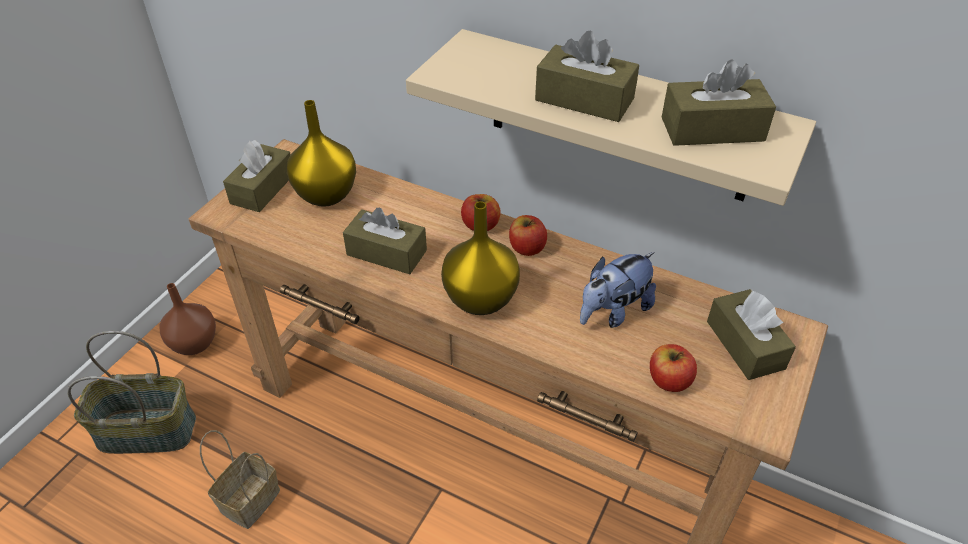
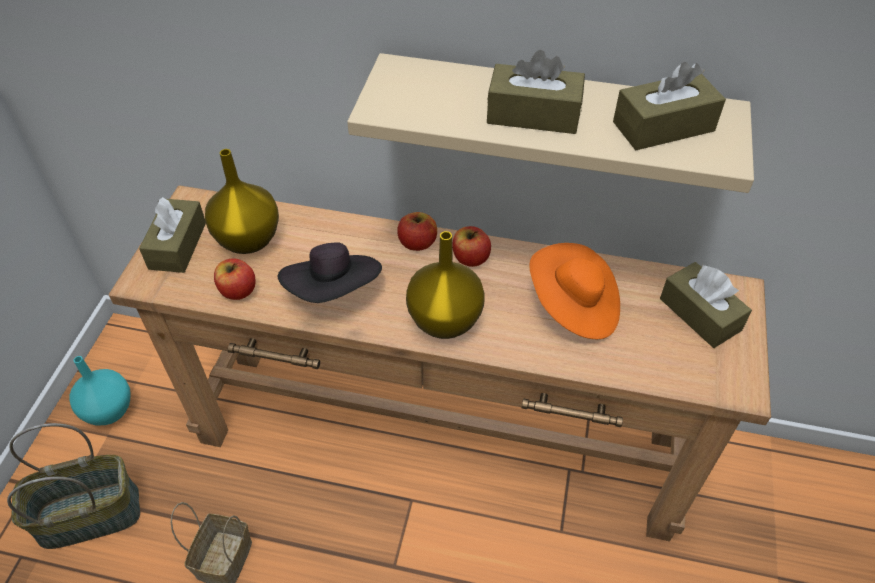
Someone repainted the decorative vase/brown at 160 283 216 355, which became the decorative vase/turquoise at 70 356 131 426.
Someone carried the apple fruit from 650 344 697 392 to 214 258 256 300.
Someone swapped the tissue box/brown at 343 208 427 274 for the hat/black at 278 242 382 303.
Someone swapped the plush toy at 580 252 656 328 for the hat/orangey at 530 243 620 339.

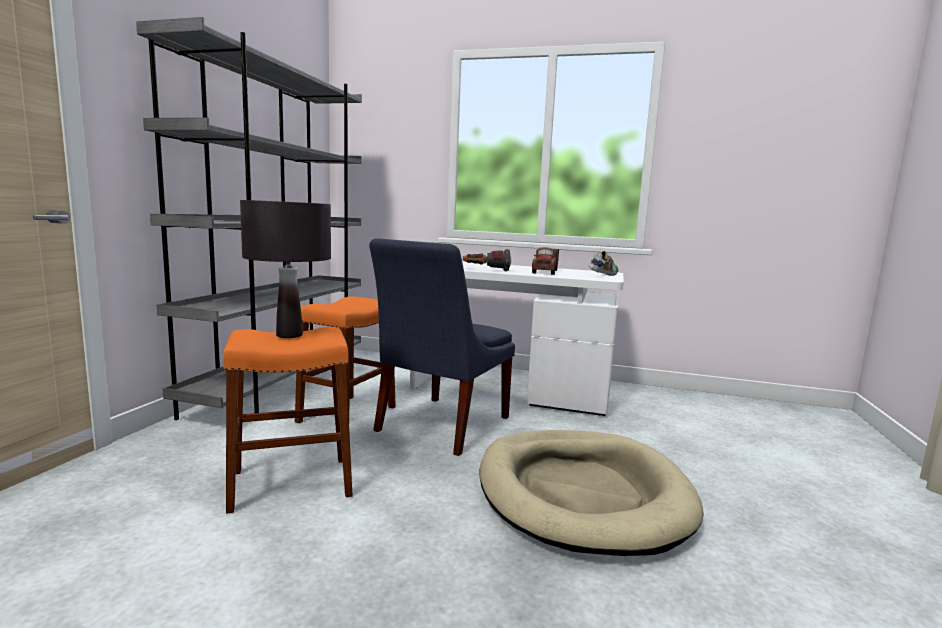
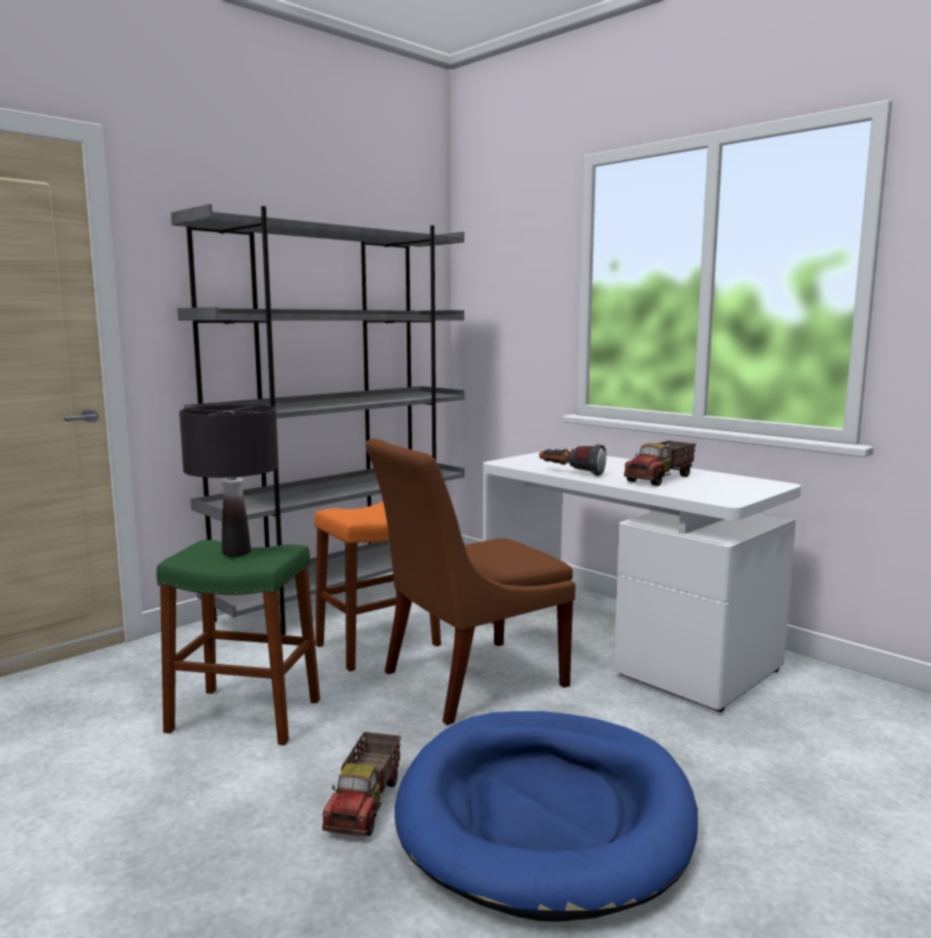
Someone repainted the sitting stool/orangey at 223 327 353 514, which became the sitting stool/greenish at 156 540 320 745.
Someone put down the model truck at 322 732 401 836.
Someone repainted the upright chair/bluish at 369 238 515 456, which became the upright chair/brown at 366 438 576 725.
Someone repainted the pet bed/beige-coloured at 479 430 704 556, which became the pet bed/bluish at 395 711 698 922.
Someone took away the low shoe at 588 251 619 276.

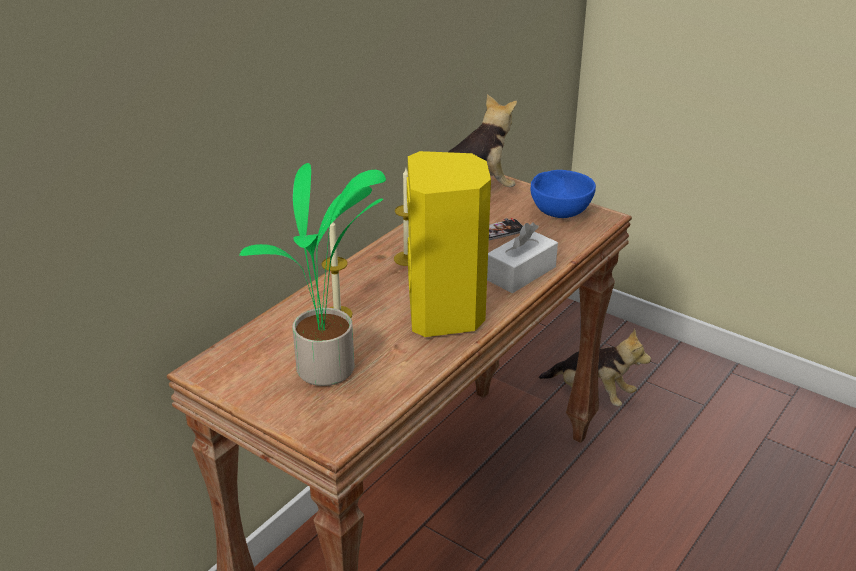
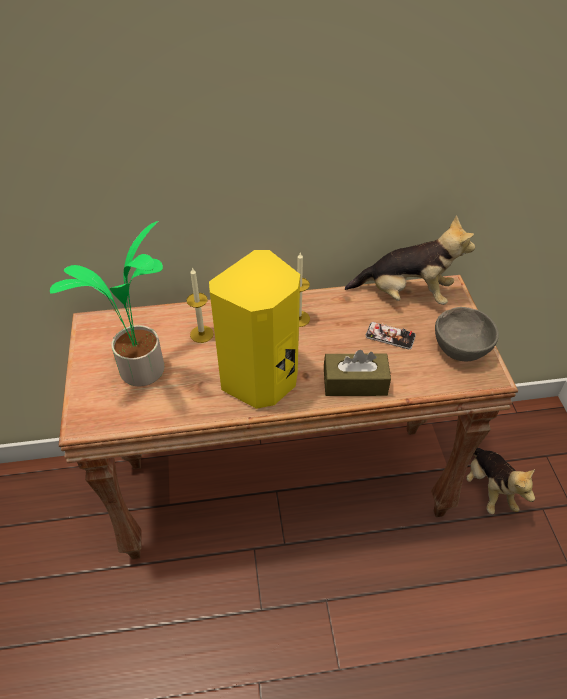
Someone repainted the tissue box/white-coloured at 487 222 558 293, which became the tissue box/brown at 324 350 391 396.
Someone repainted the bowl/bluish at 531 170 596 218, which became the bowl/gray at 435 307 499 362.

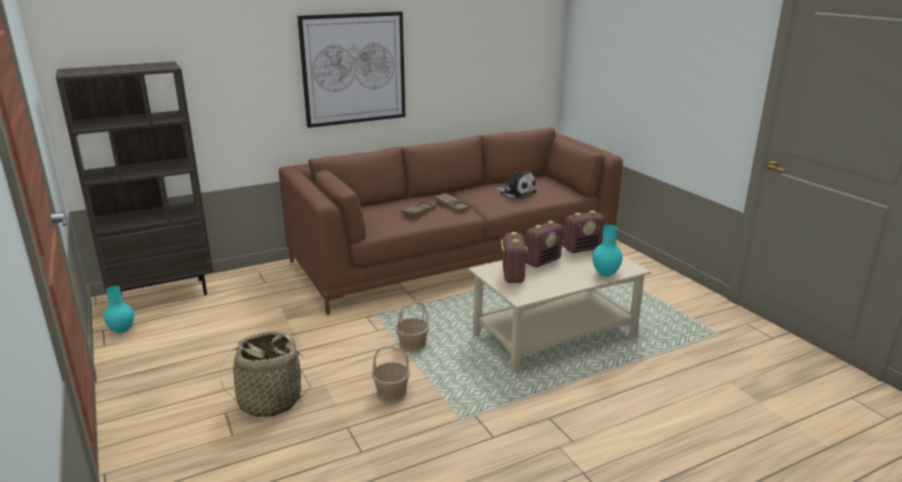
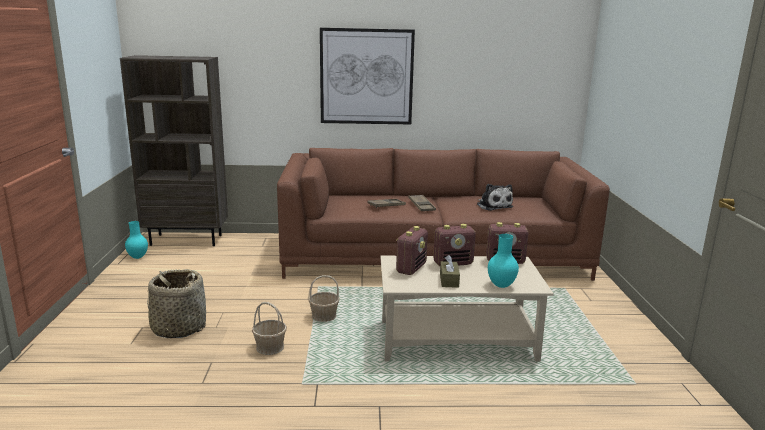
Someone put down the tissue box/brown at 440 255 460 288.

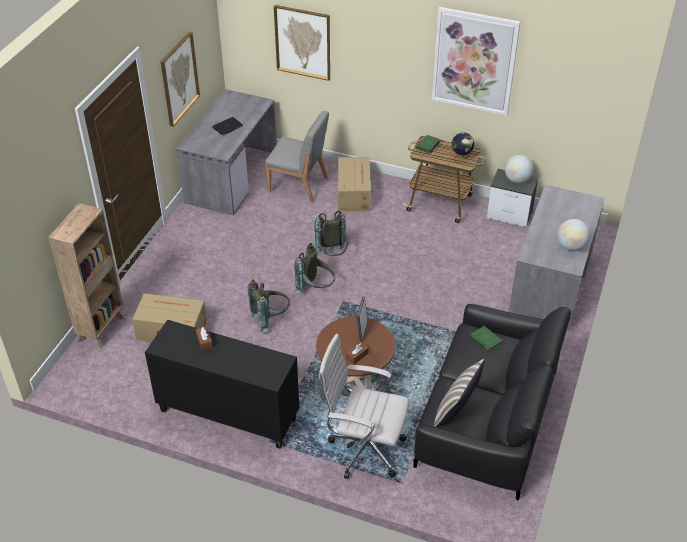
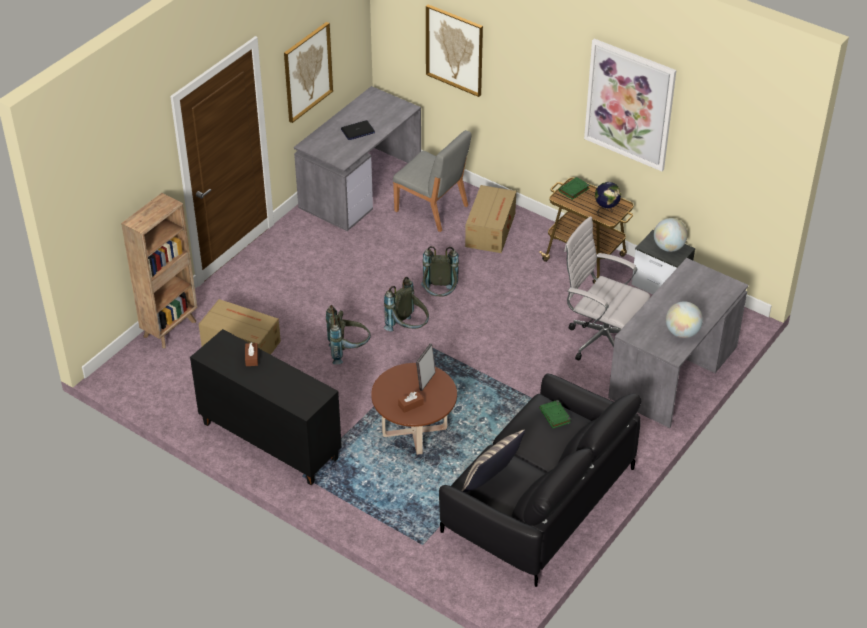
Someone carried the office chair/white-coloured from 319 334 409 479 to 564 216 650 361.

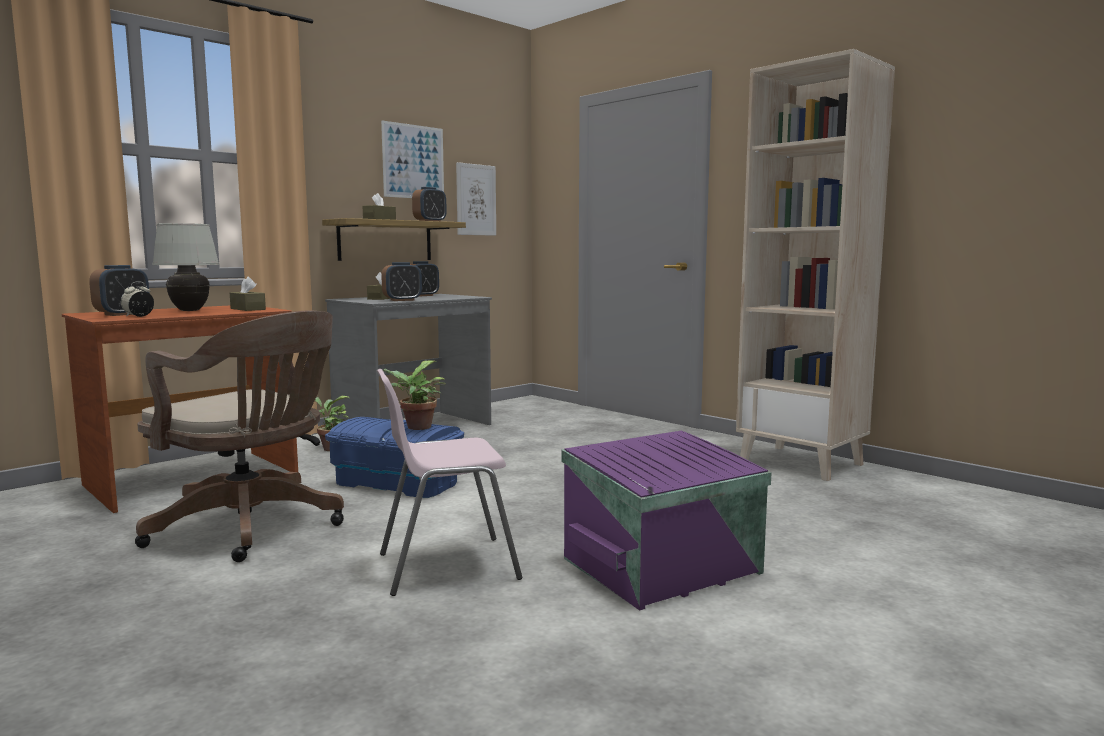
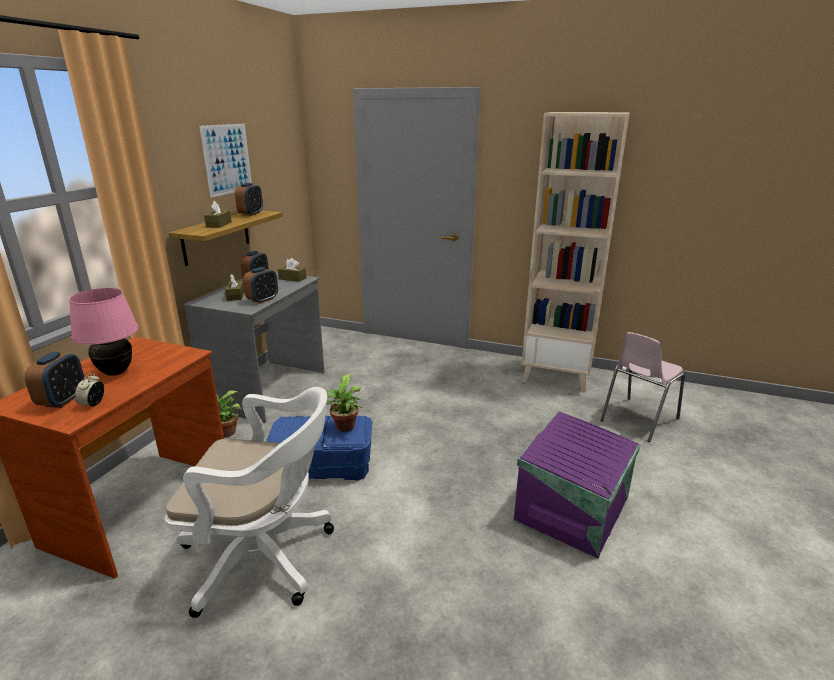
Someone repainted the tabletop lamp/white-coloured at 152 223 220 311, which became the tabletop lamp/pink at 69 288 139 376.
Someone repainted the office chair/brown at 135 311 344 562, which became the office chair/white-coloured at 164 387 334 618.
Someone carried the tissue box/brown from 230 276 266 311 to 278 258 306 282.
Someone carried the upright chair/pink from 377 369 523 596 to 600 332 685 442.
Someone took away the wall picture at 456 162 496 236.

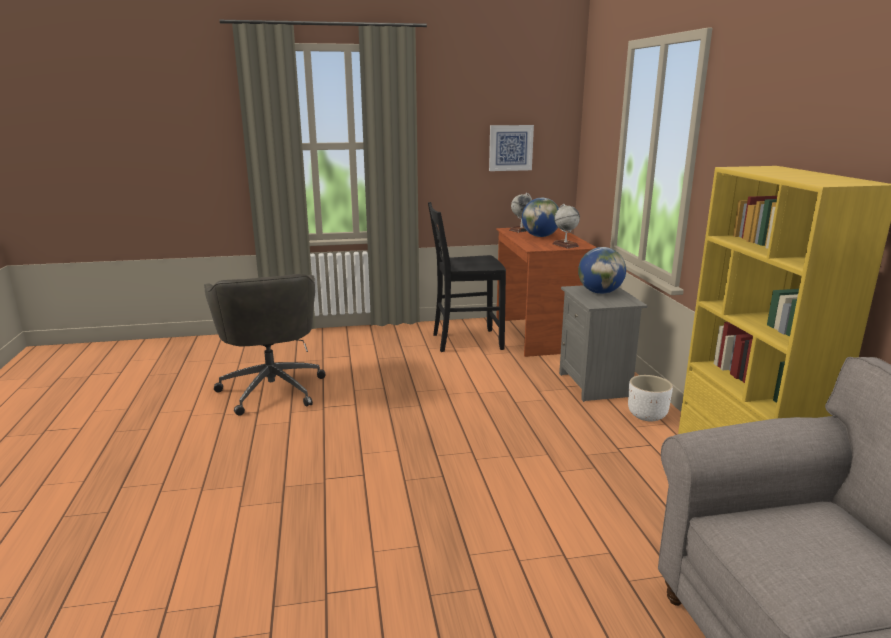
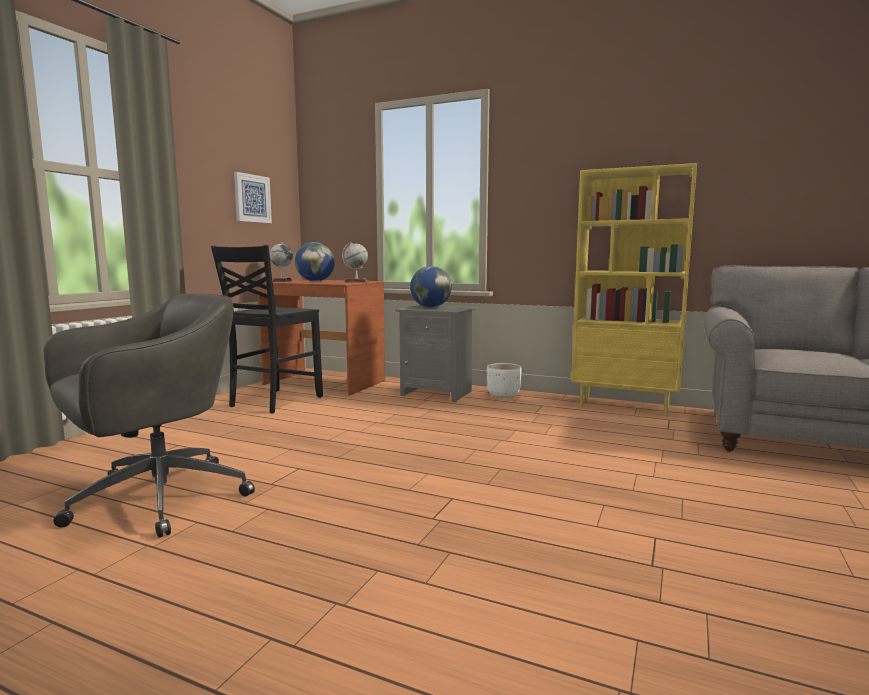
Someone rotated the office chair/gray at 204 274 326 416 by 60 degrees counterclockwise.

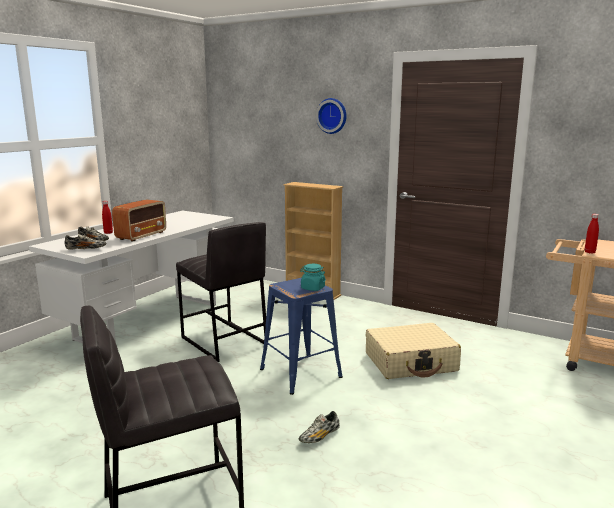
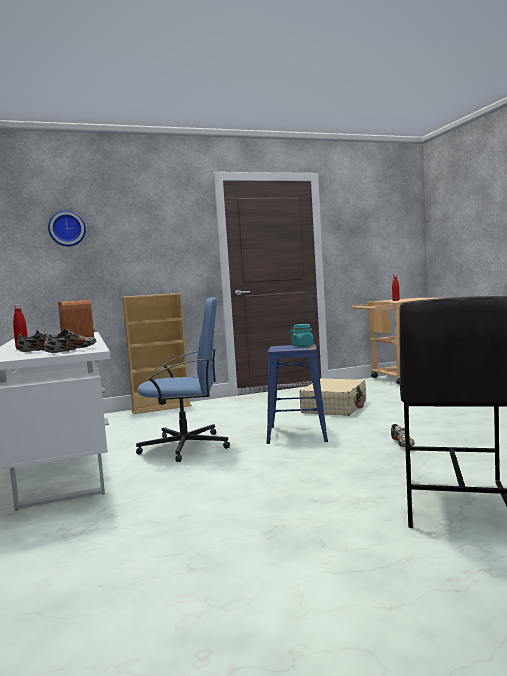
Someone carried the hanging clock from 316 98 347 134 to 48 211 86 246.
Someone swapped the sitting stool/gray at 176 222 266 362 for the office chair/bluish at 136 297 230 462.

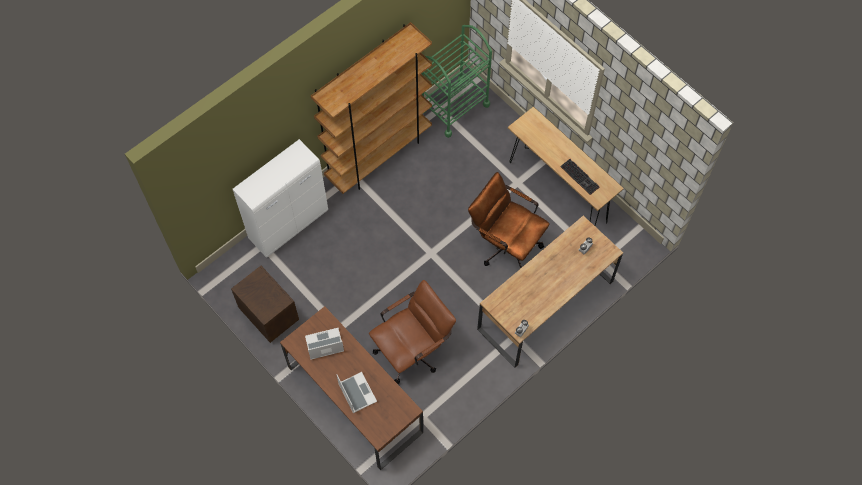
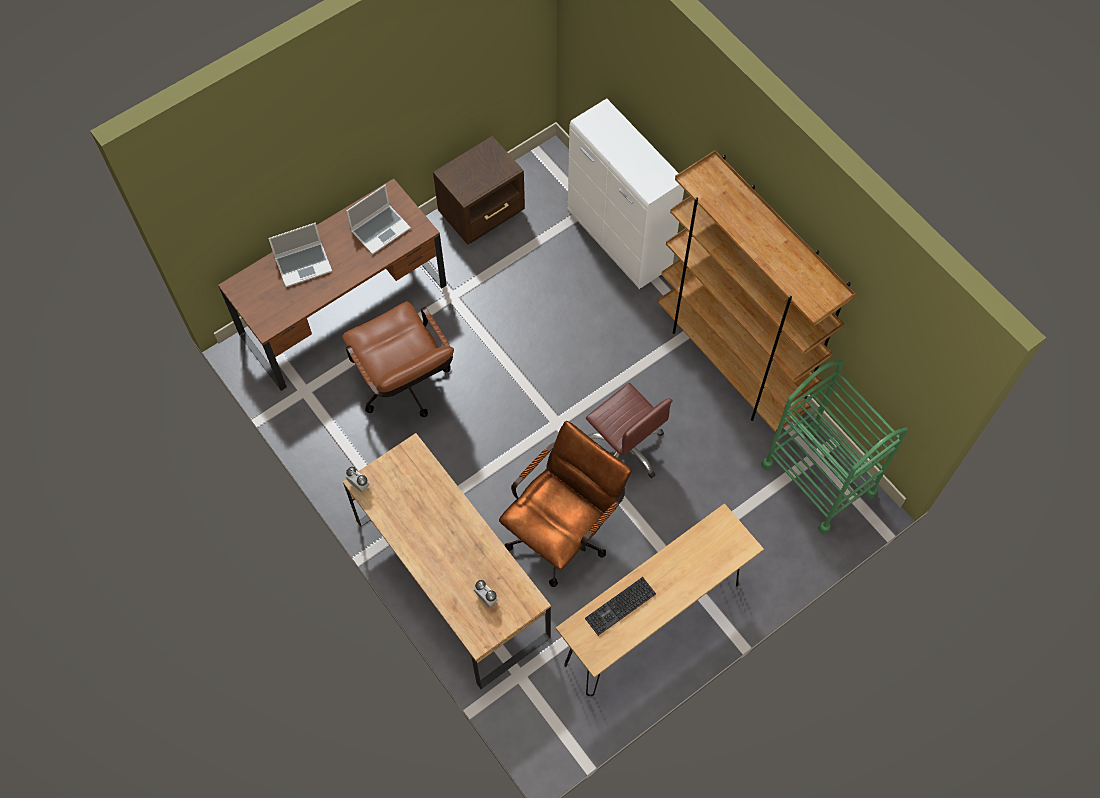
Someone rotated the portable computer at 305 328 344 360 by 60 degrees clockwise.
Someone put down the office chair/brown at 586 383 673 478.

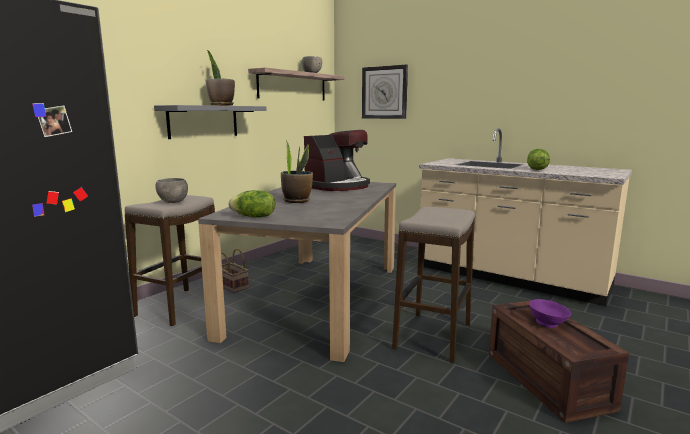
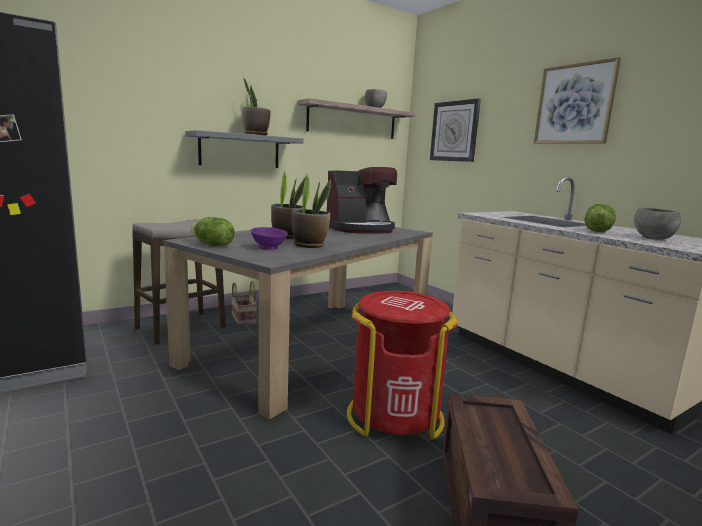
Someone carried the bowl/purplish from 529 299 571 328 to 251 227 288 250.
Someone put down the plant in a pot at 292 174 331 248.
Someone swapped the sitting stool at 392 207 475 363 for the waste bin/red at 347 291 458 440.
Someone put up the wall picture at 534 57 621 144.
Someone carried the bowl/gray from 155 178 188 203 to 634 208 681 240.

